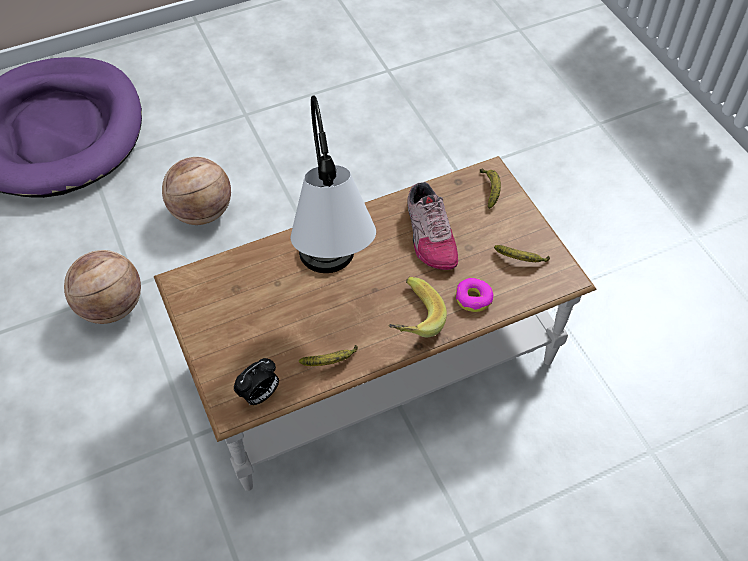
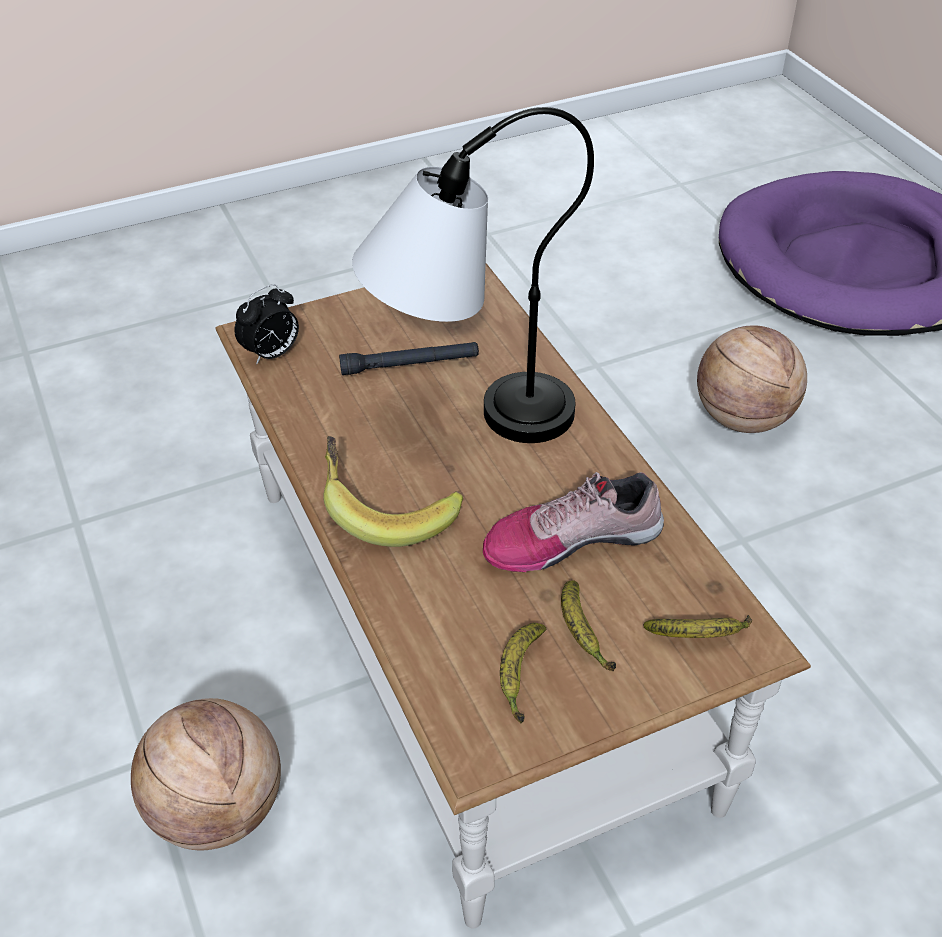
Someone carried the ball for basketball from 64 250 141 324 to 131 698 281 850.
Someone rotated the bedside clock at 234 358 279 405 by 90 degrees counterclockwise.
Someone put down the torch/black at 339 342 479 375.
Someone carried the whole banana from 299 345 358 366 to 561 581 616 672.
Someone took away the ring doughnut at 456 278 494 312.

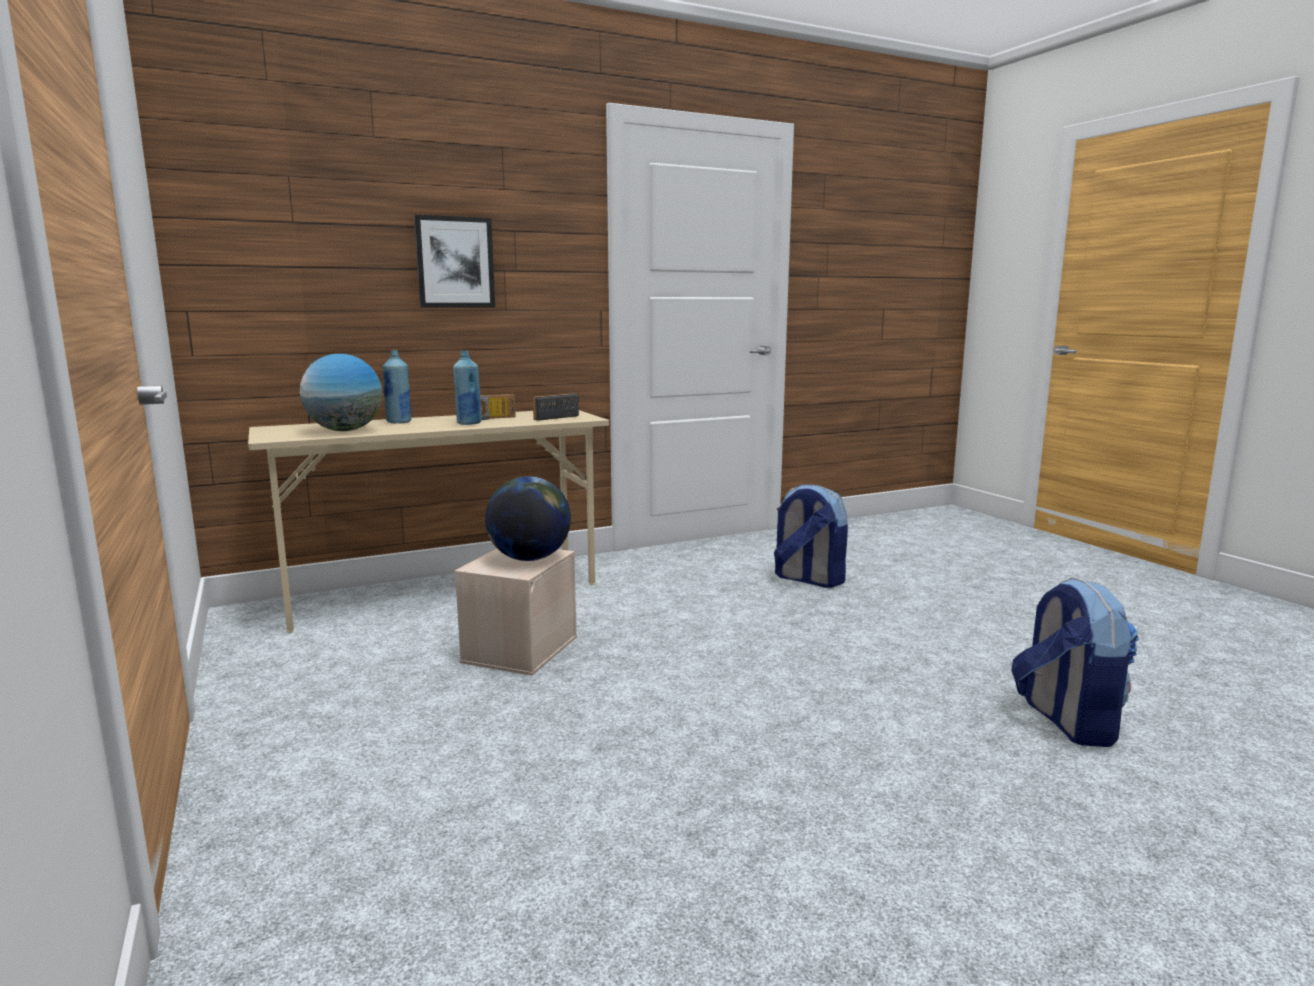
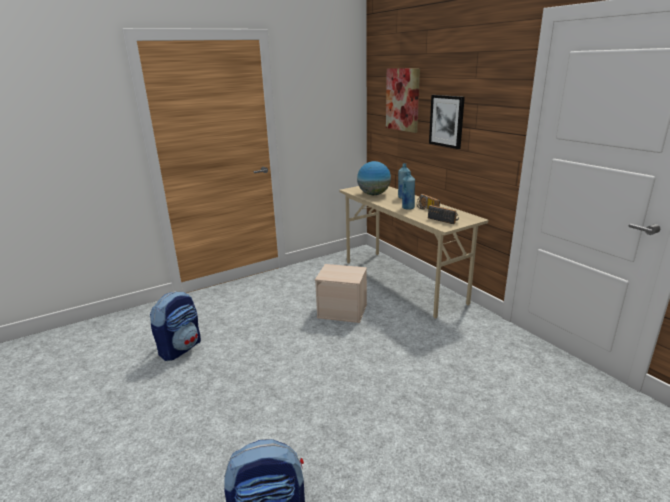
Someone carried the backpack from 774 484 848 588 to 150 291 201 361.
Someone put up the wall picture at 386 68 420 133.
Someone took away the globe at 485 476 571 561.

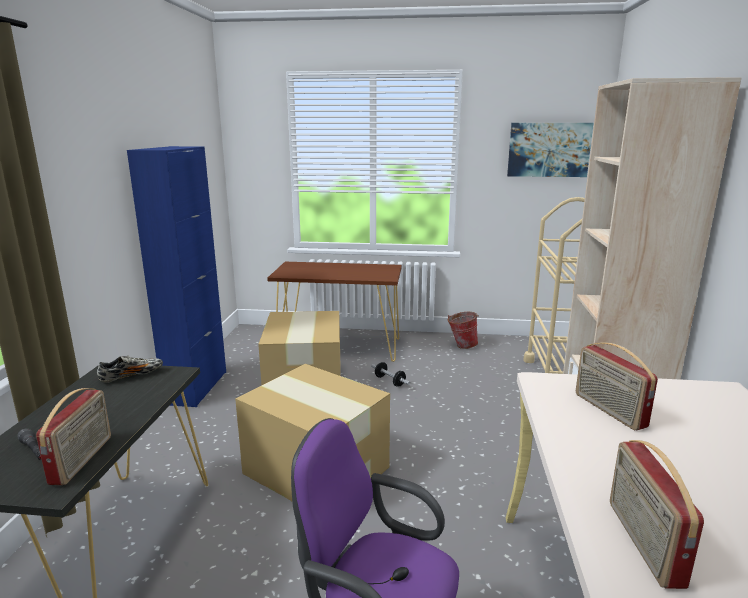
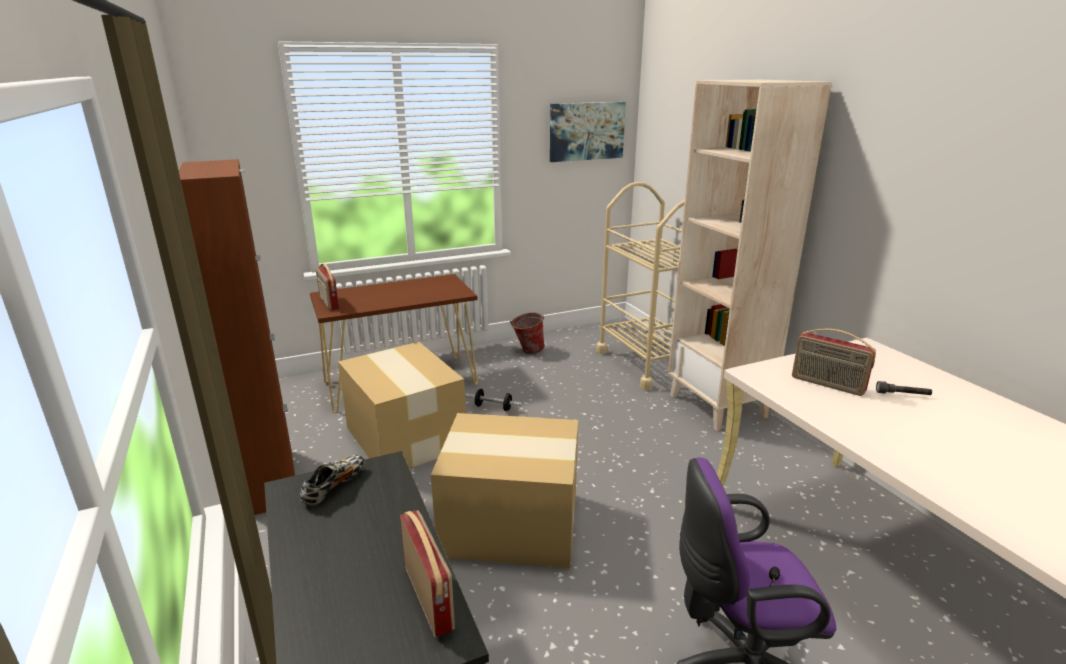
Someone repainted the cabinet/bluish at 127 146 226 407, which became the cabinet/brown at 179 159 295 515.
Someone carried the radio receiver from 610 440 704 589 to 316 263 339 310.
Someone carried the torch/gray from 17 428 42 460 to 876 381 932 395.

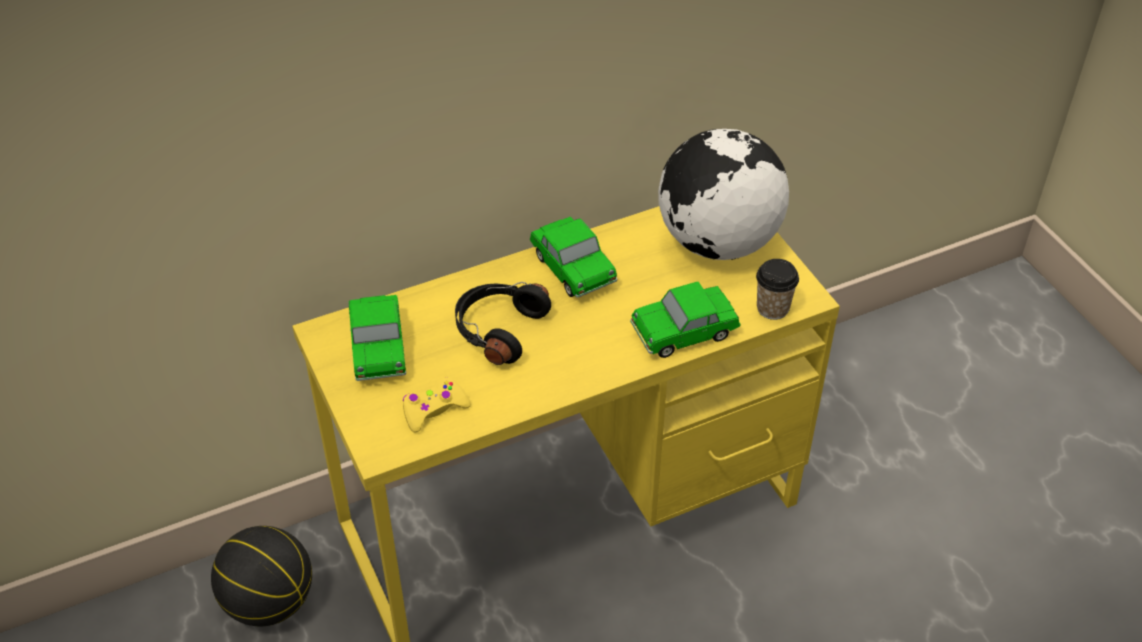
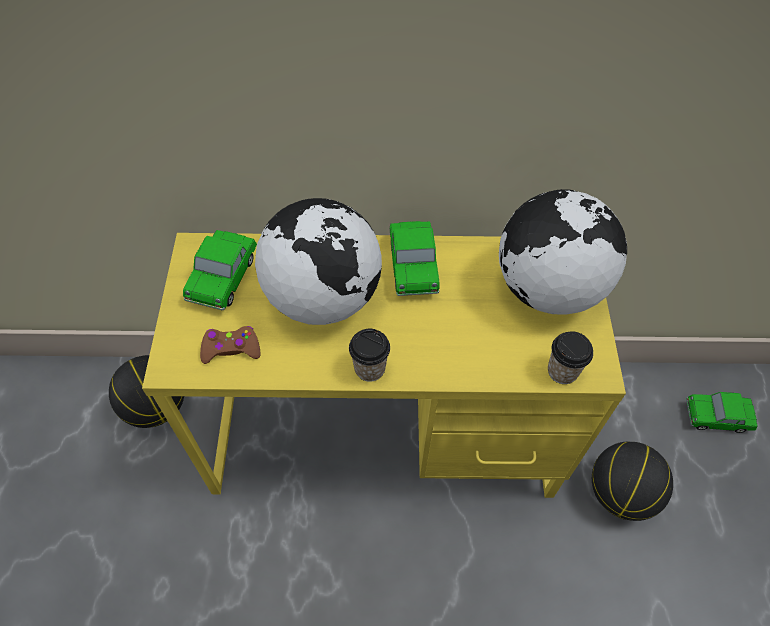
Someone repainted the joypad/yellowish at 402 377 471 433, which became the joypad/brown at 200 326 261 364.
Someone swapped the pair of headphones/black at 455 282 551 365 for the globe at 255 198 382 325.
Someone put down the small cup at 349 329 390 382.
Someone put down the ball for basketball at 592 442 673 521.
Someone carried the toy car from 630 282 740 358 to 686 392 758 433.

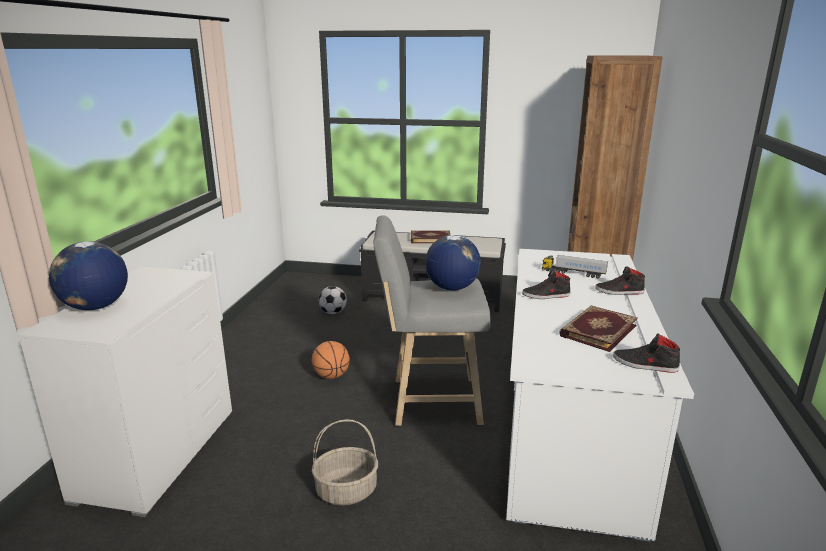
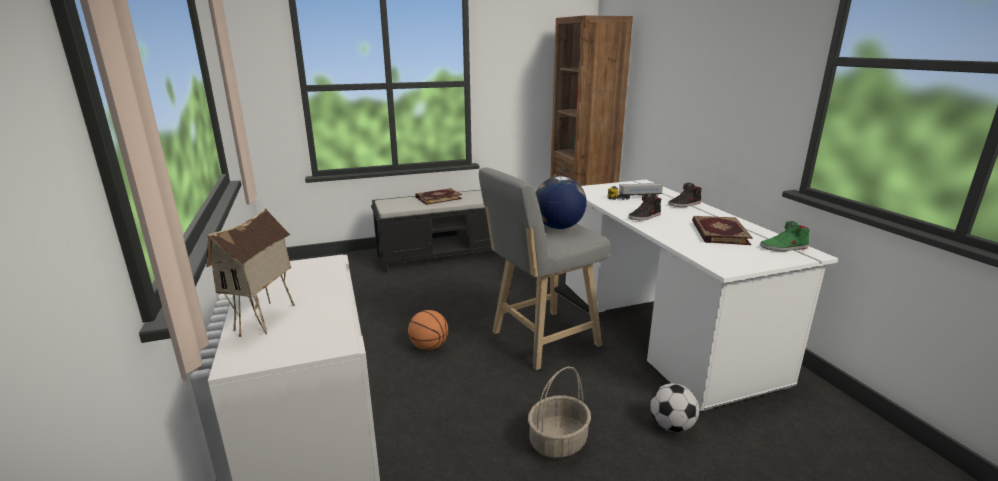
Someone swapped the globe at 49 241 128 310 for the miniature house at 206 208 295 337.
Someone carried the football ball from 318 286 347 314 to 650 383 699 432.
Someone repainted the low shoe/black at 613 333 680 373, which became the low shoe/greenish at 760 221 810 251.

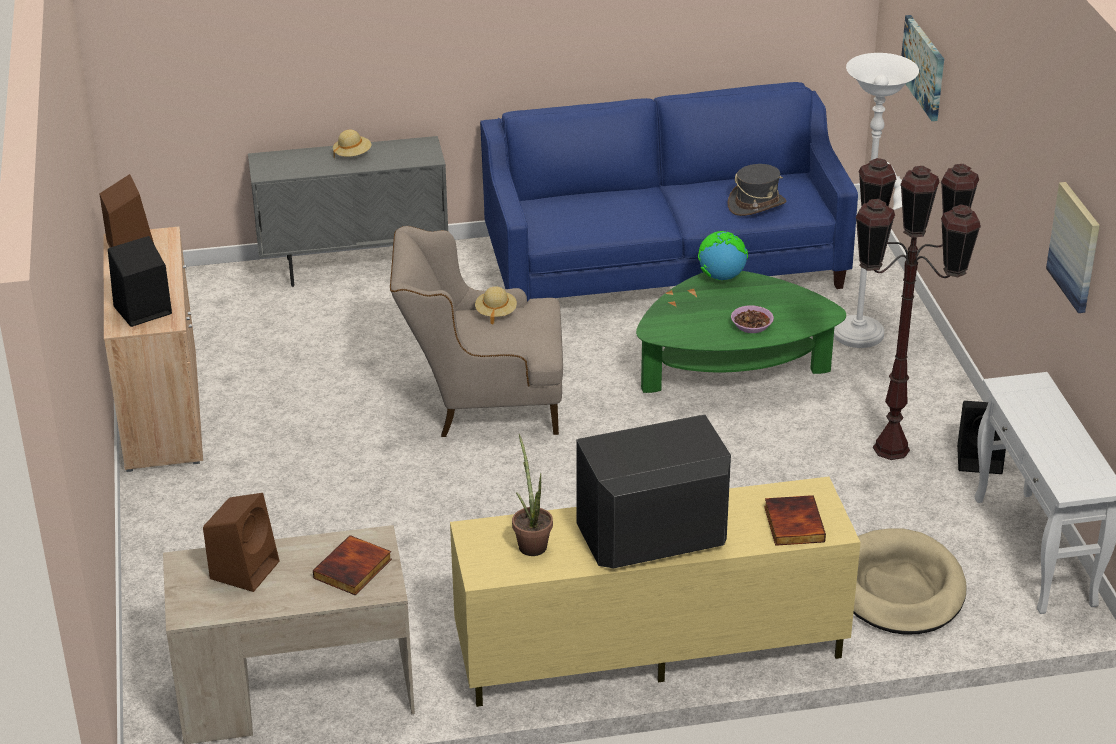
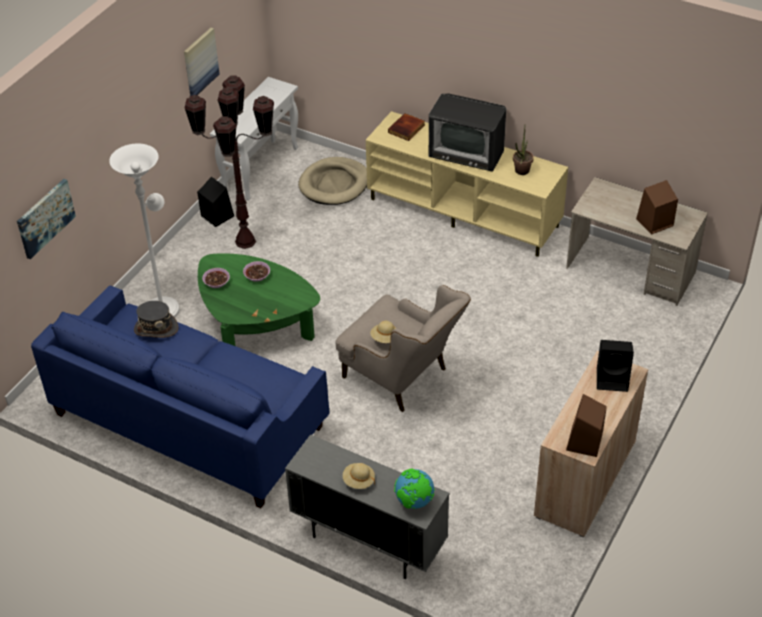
Someone put down the bowl at 202 268 230 288.
Someone carried the globe from 698 231 748 280 to 394 469 435 509.
Someone took away the book at 313 535 392 595.

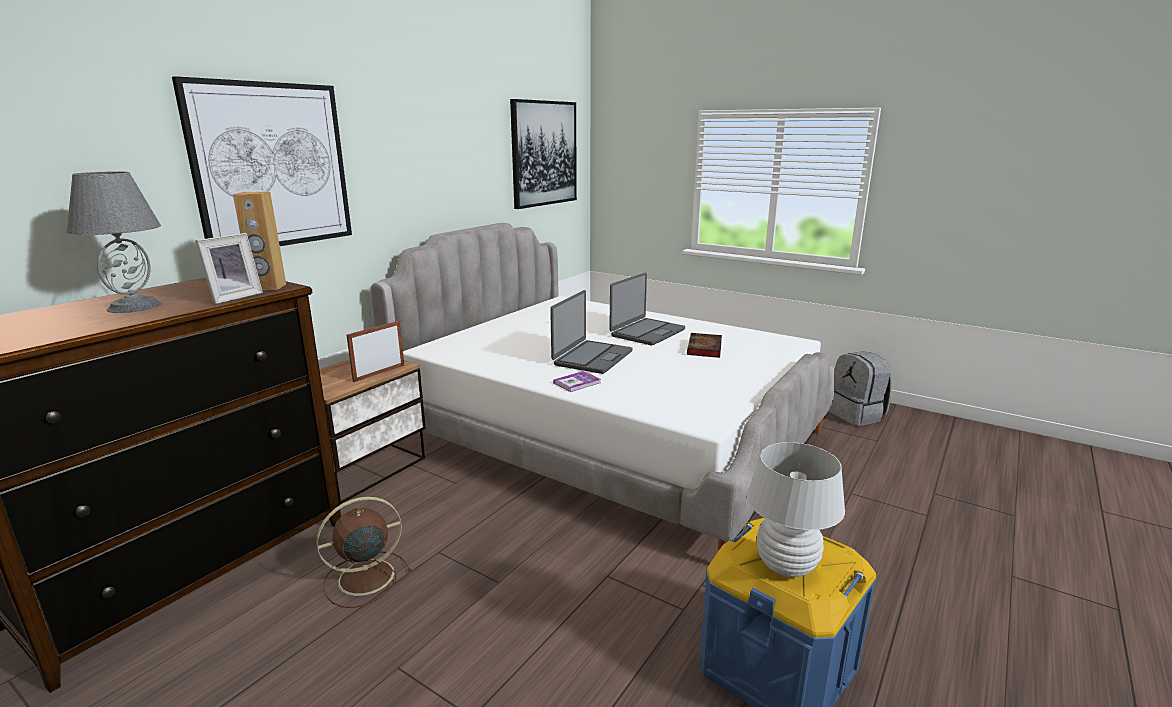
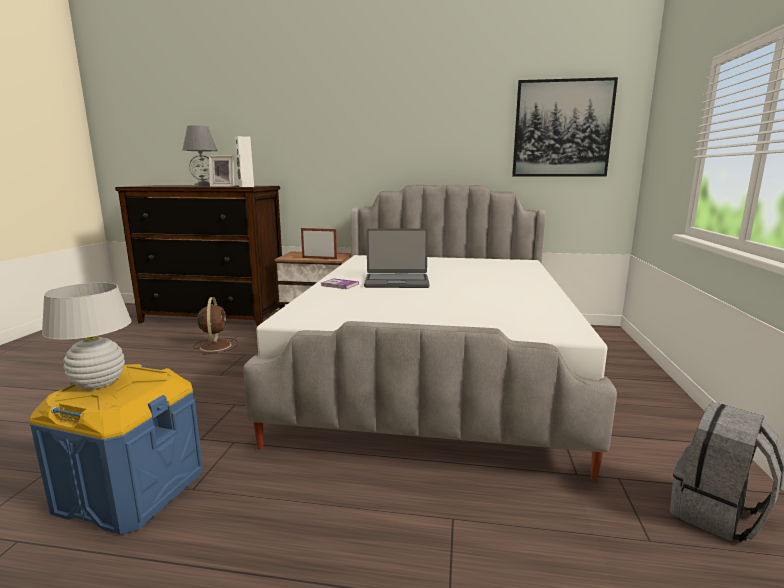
Someone rotated the cooling fan/brown at 316 497 412 608 by 45 degrees clockwise.
Someone repainted the speaker/brown at 233 192 286 290, which became the speaker/white-coloured at 235 136 254 187.
Someone took away the wall picture at 172 76 352 246.
Someone took away the portable computer at 609 273 685 345.
Someone took away the book at 687 333 722 358.

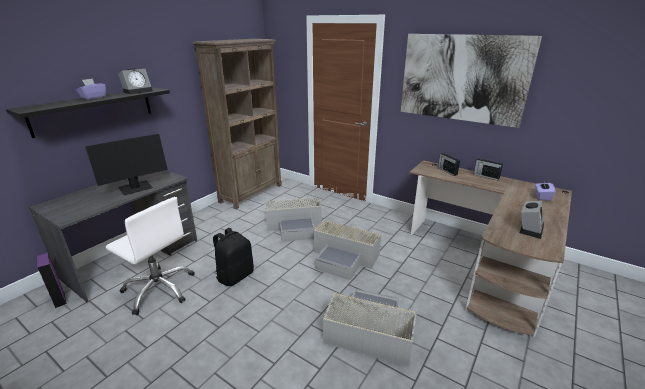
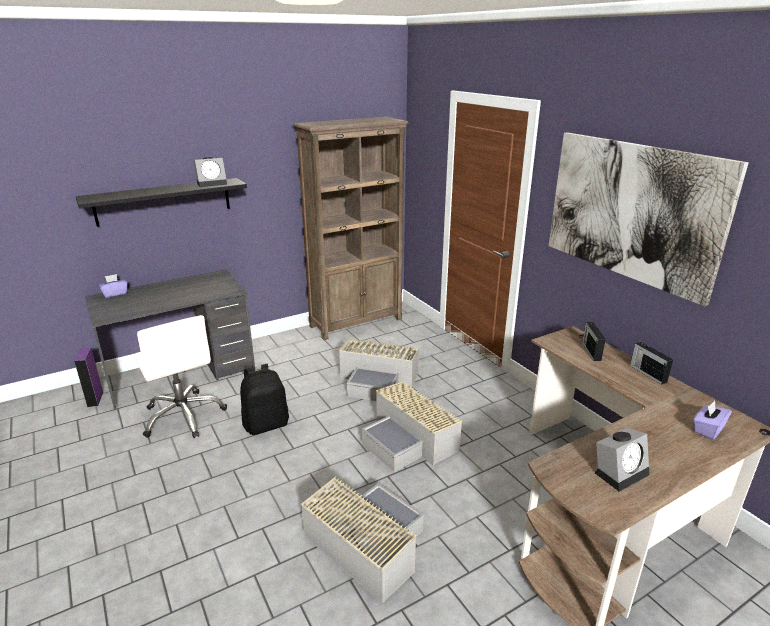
Someone carried the tissue box/purplish from 76 78 106 100 to 99 274 127 298.
Someone took away the monitor at 85 134 168 195.

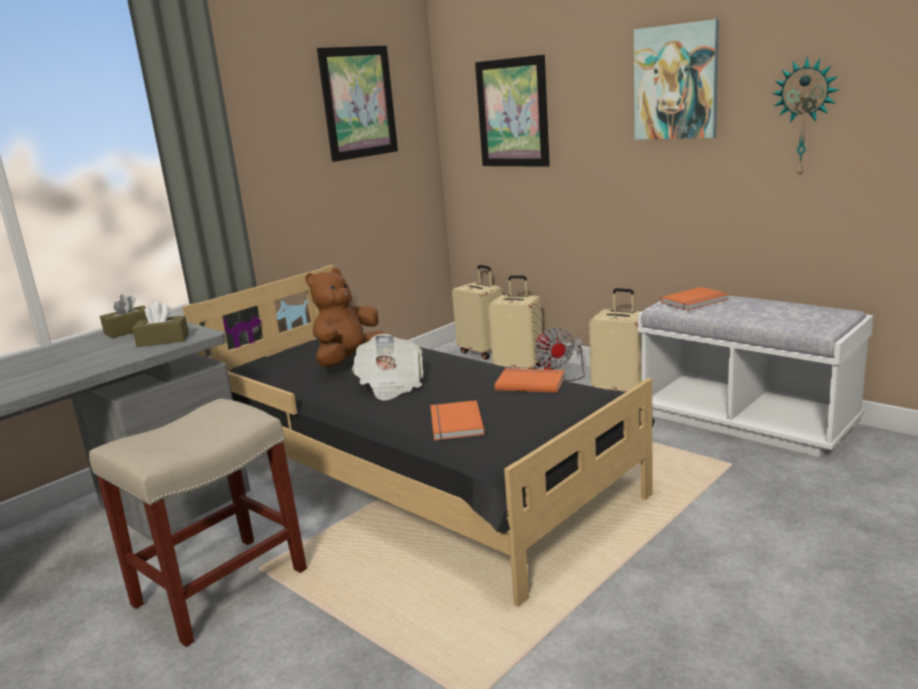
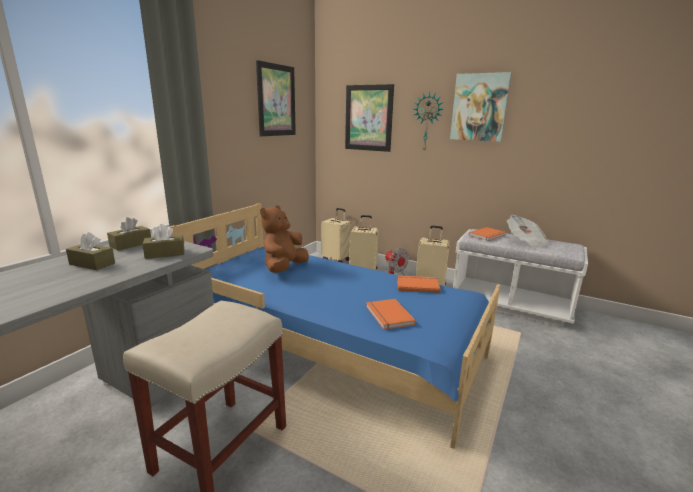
Someone put down the tissue box/brown at 66 232 115 270.
Someone repainted the bed/black at 182 265 655 607, which became the bed/bluish at 169 203 500 449.
Someone carried the hanging clock from 772 57 839 178 to 414 92 443 151.
Someone carried the newspaper from 352 334 423 401 to 507 215 549 249.

